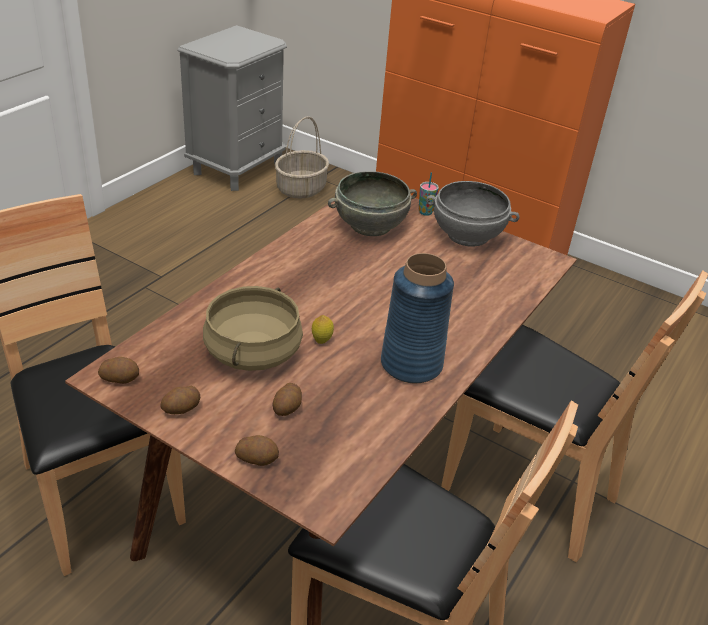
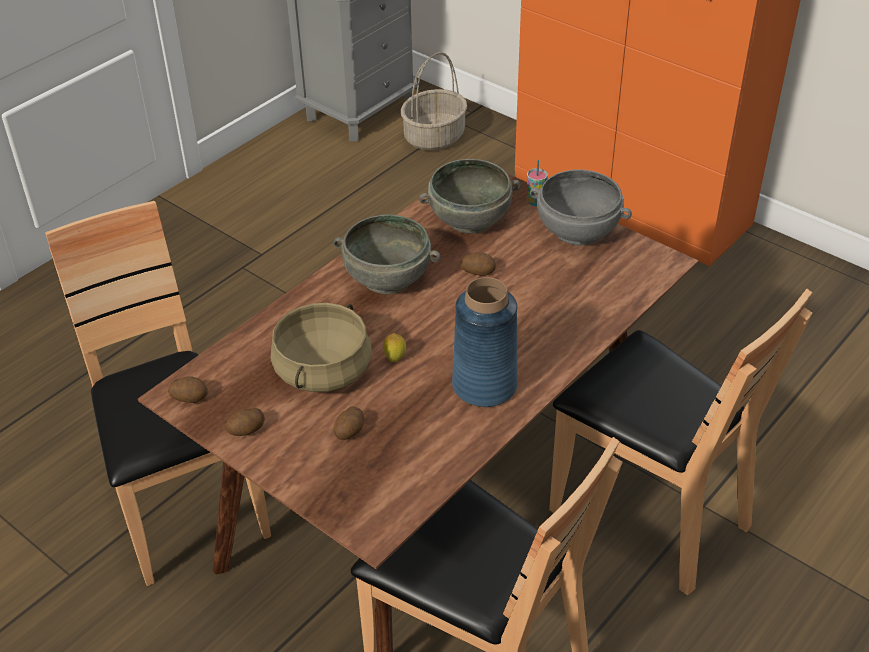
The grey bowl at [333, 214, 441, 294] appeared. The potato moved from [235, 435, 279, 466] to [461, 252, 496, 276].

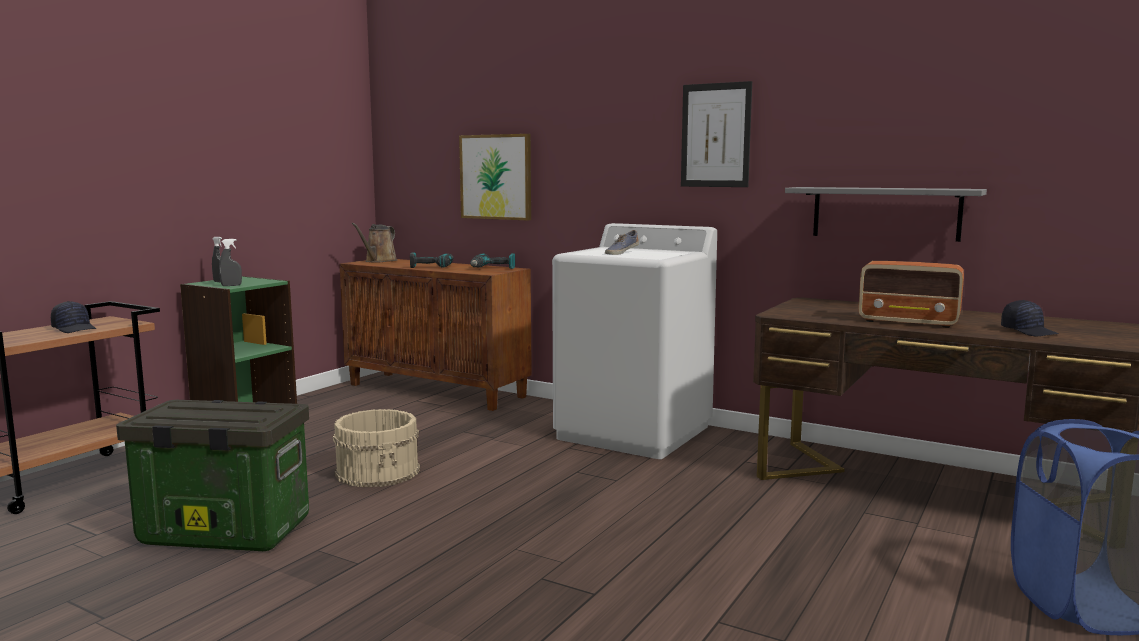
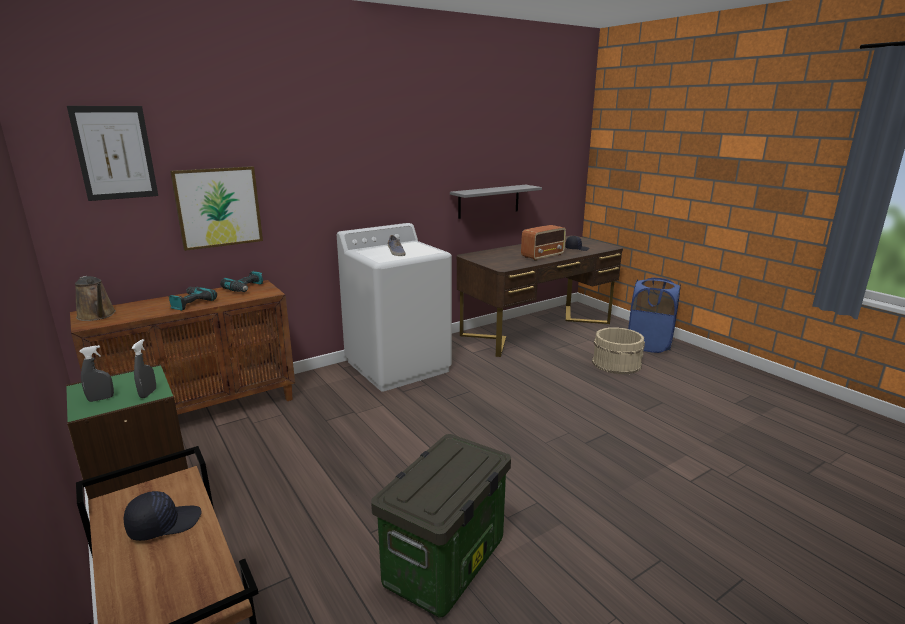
The beige bucket moved from [333, 409, 420, 487] to [592, 327, 645, 374]. The picture moved from [681, 81, 752, 187] to [67, 106, 158, 201].

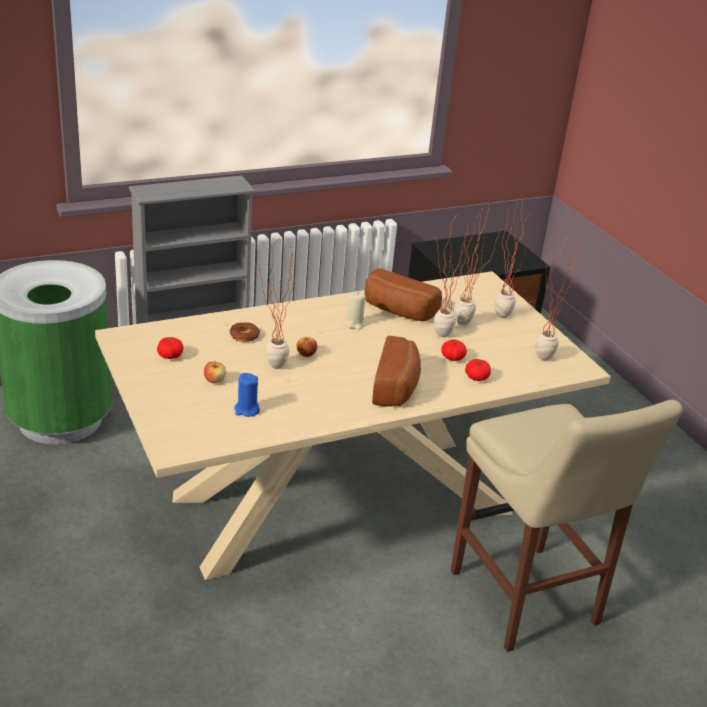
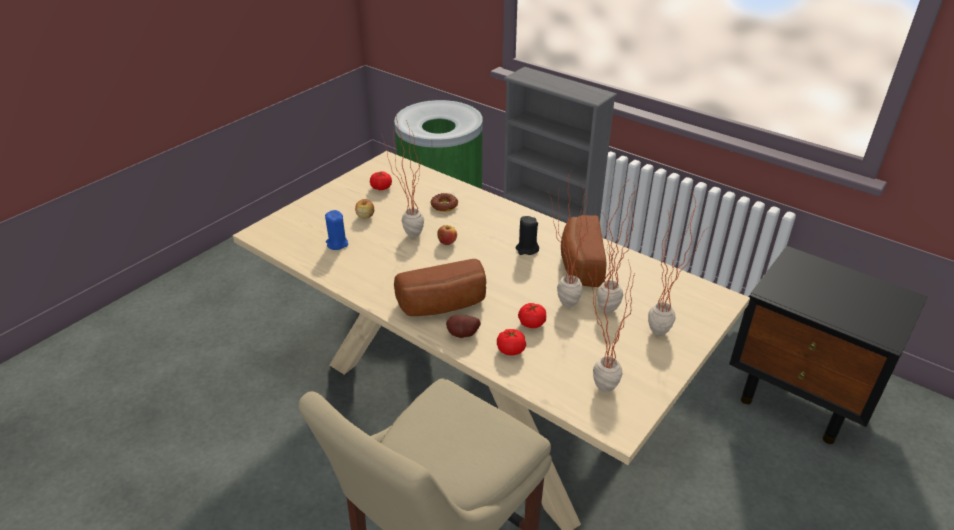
The potato at [446, 315, 481, 338] appeared. The beige candle at [345, 291, 366, 330] became the black candle at [516, 216, 539, 255].

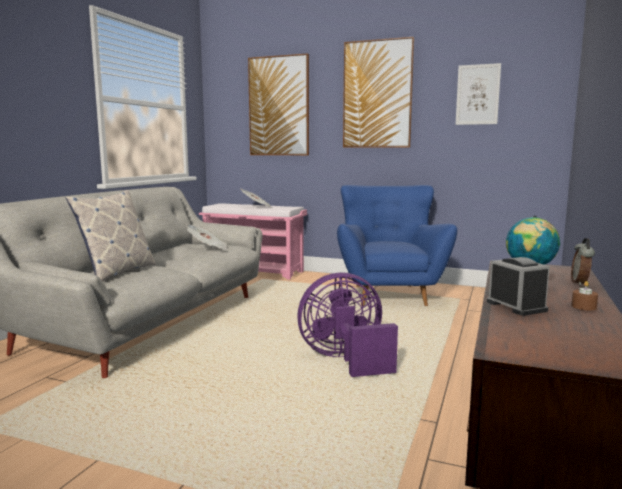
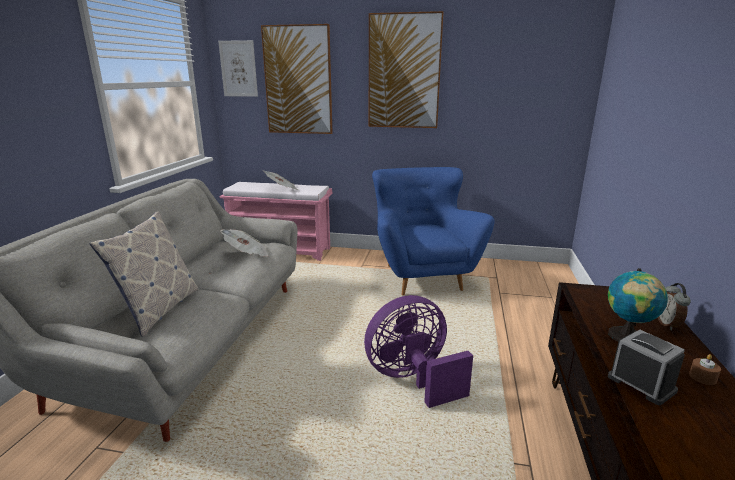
The picture moved from [456, 63, 501, 125] to [218, 40, 258, 97].

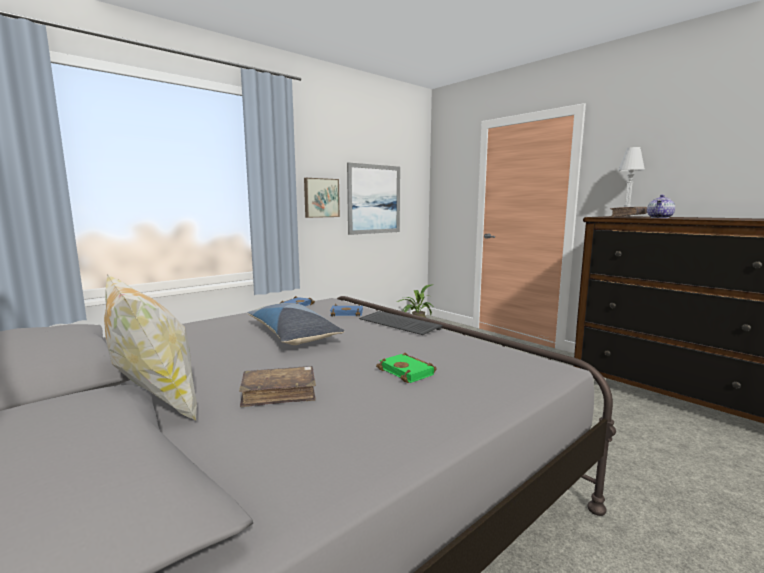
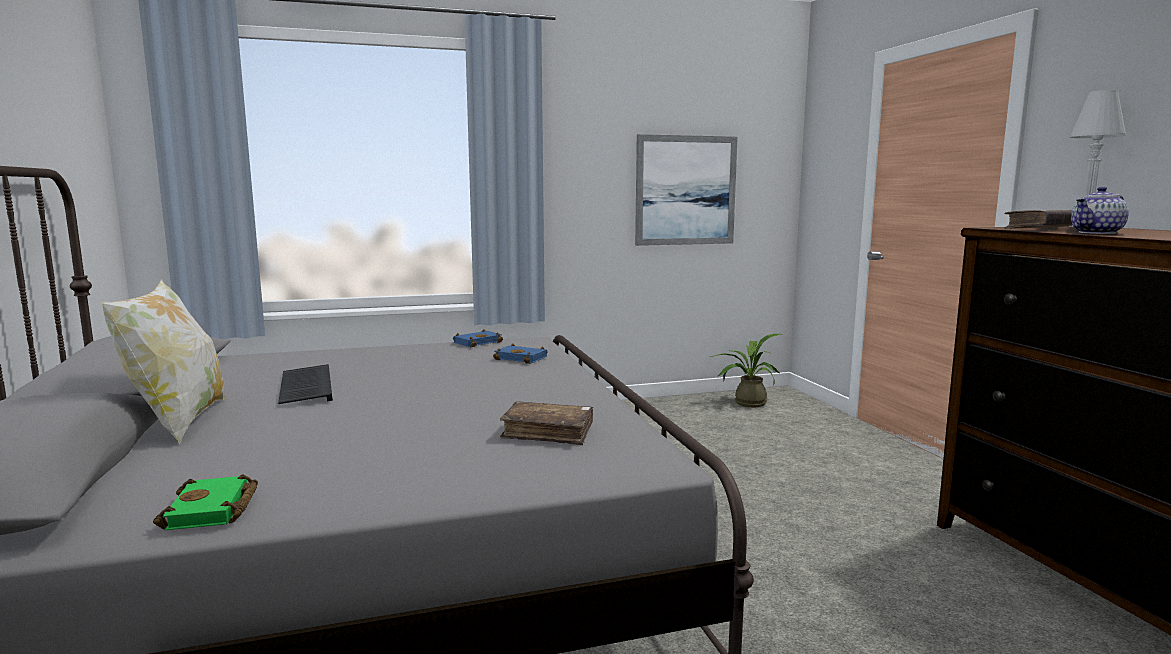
The pillow at [247, 303, 344, 345] disappeared. The picture at [304, 178, 340, 218] disappeared. The brown book moved from [239, 366, 316, 407] to [500, 401, 593, 445]. The keyboard moved from [359, 311, 443, 335] to [278, 364, 333, 404]. The green book moved from [376, 353, 437, 383] to [153, 474, 258, 530].

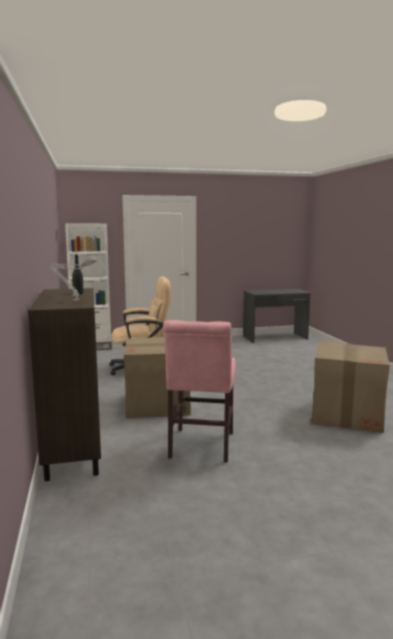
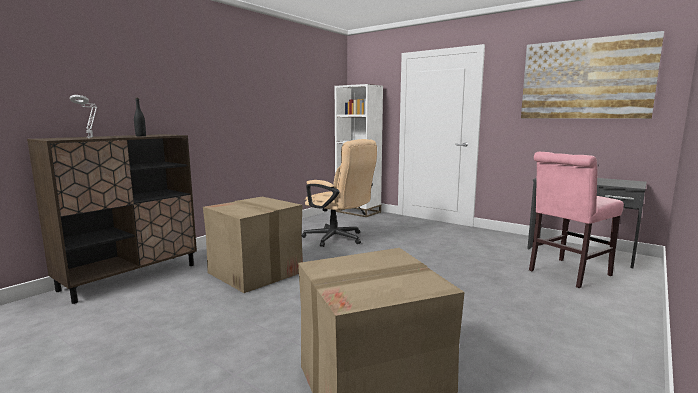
The picture at [521, 31, 664, 119] appeared. The pink chair moved from [163, 320, 236, 463] to [529, 152, 624, 288].

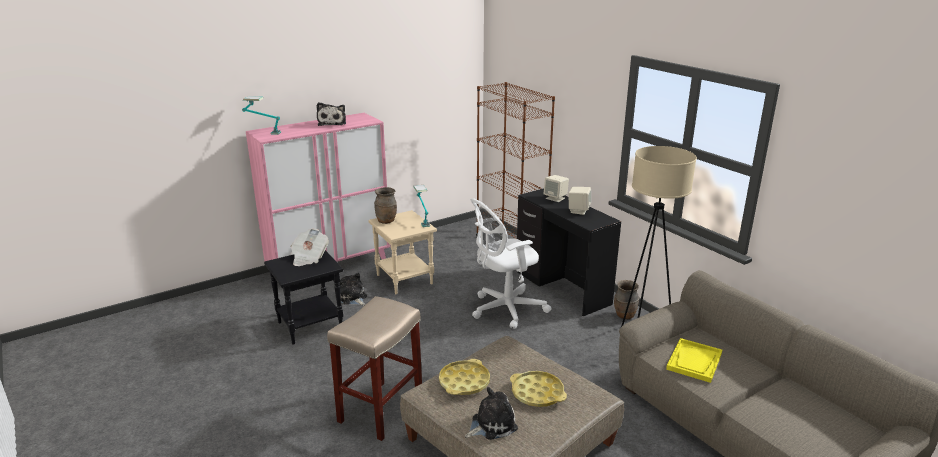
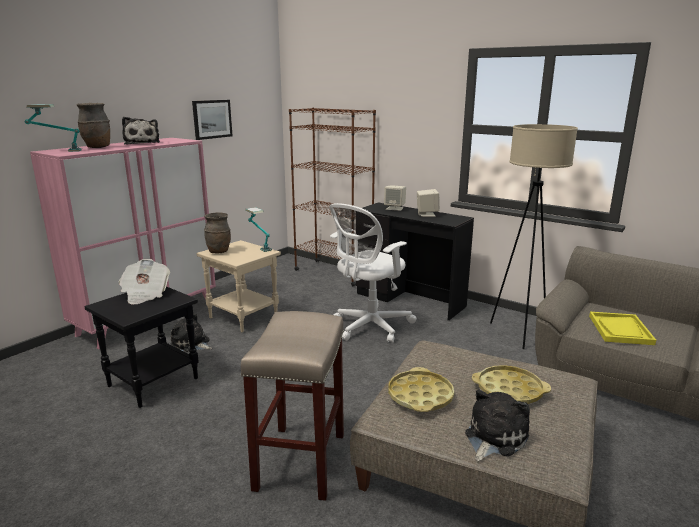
The picture at [192, 100, 232, 140] appeared. The brown vase moved from [614, 280, 640, 319] to [76, 103, 110, 148].

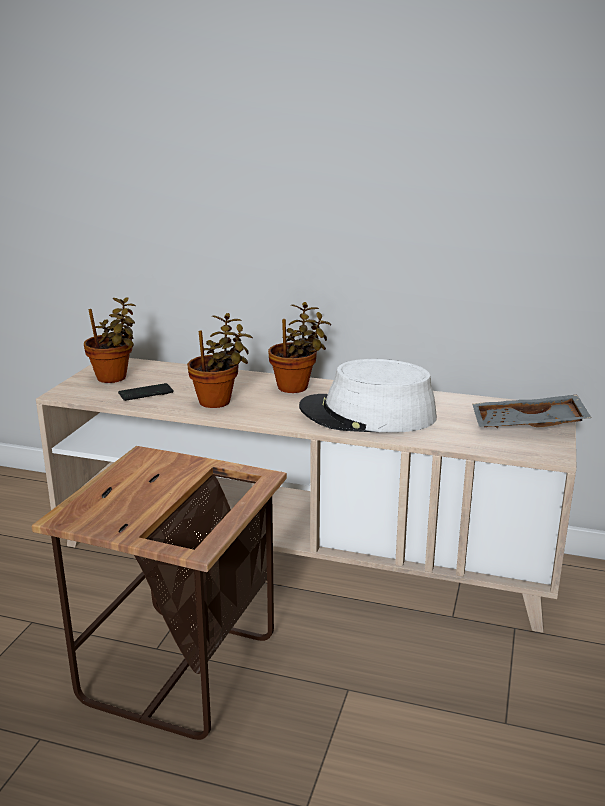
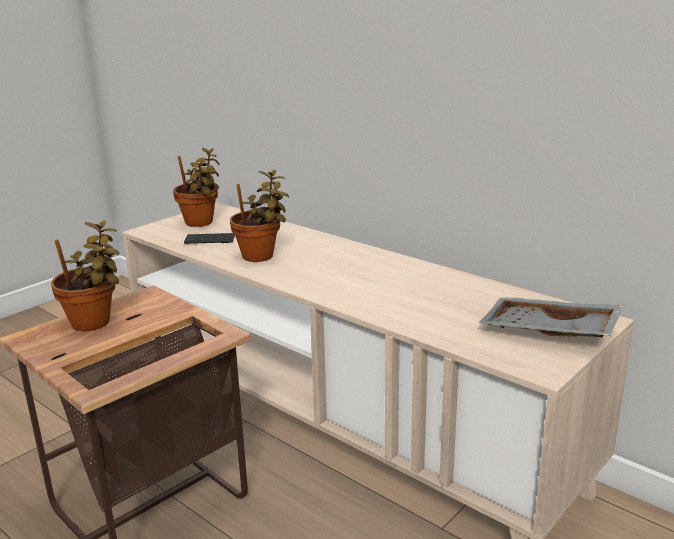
The white hat at [299, 359, 437, 433] disappeared. The potted plant moved from [268, 302, 332, 393] to [51, 221, 119, 331].

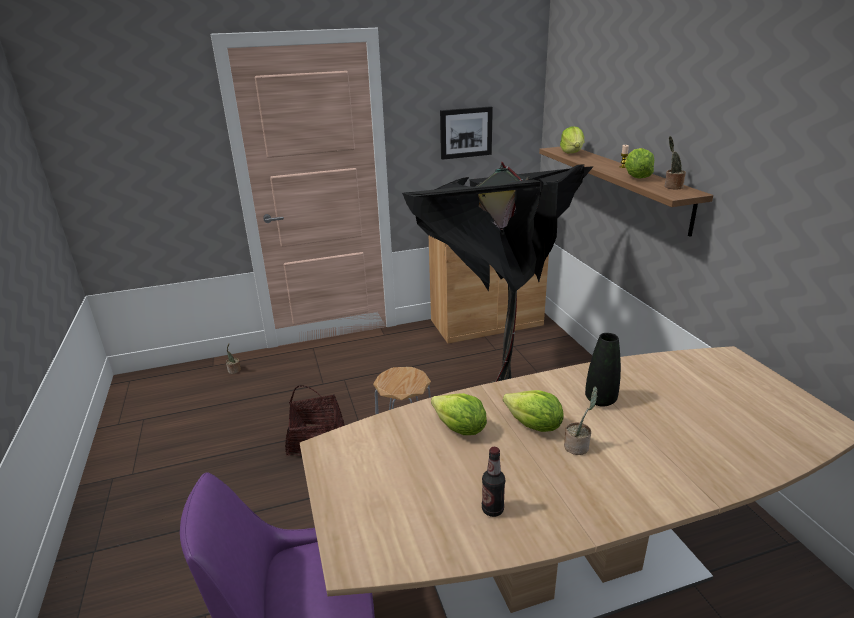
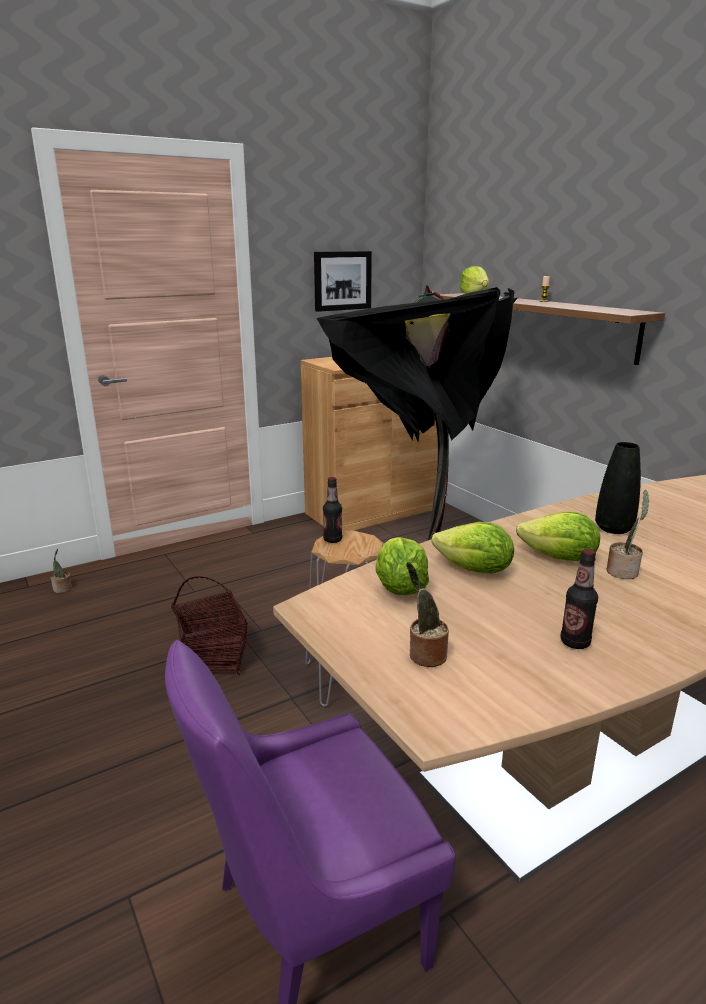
The bottle at [323, 477, 342, 543] appeared. The lettuce moved from [625, 148, 654, 179] to [376, 537, 429, 595]. The potted plant moved from [664, 136, 686, 190] to [406, 562, 449, 667].

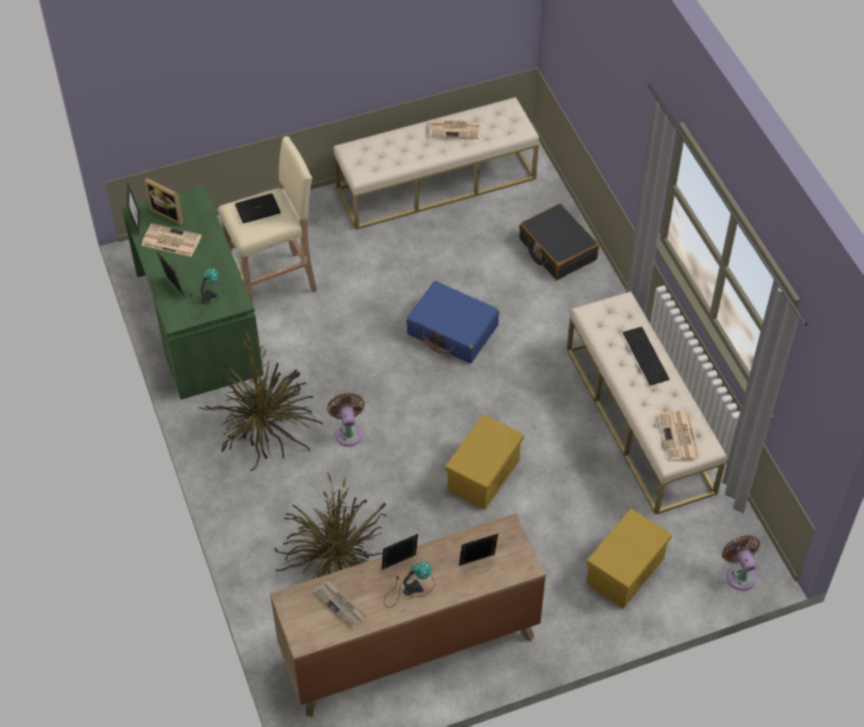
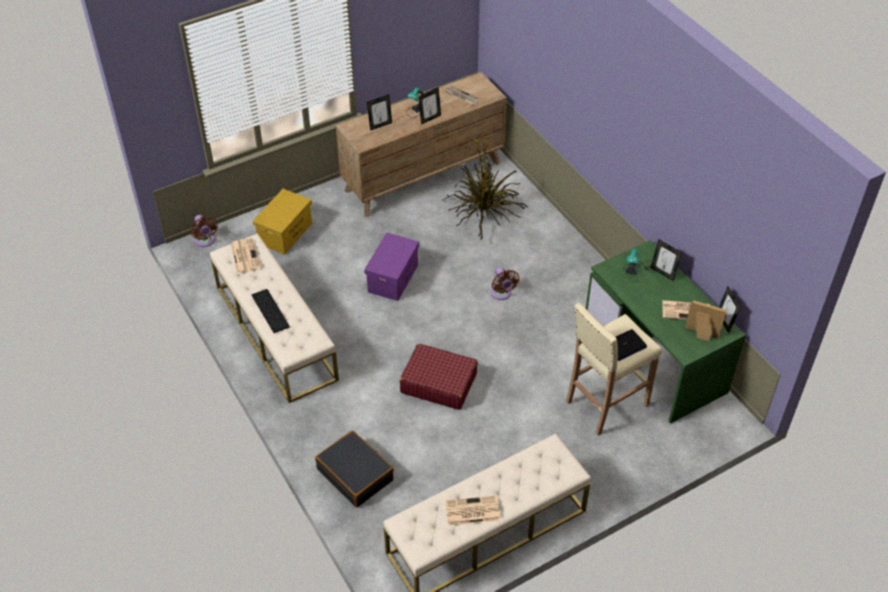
The potted plant at [199, 332, 323, 471] disappeared. The blue suitcase at [406, 281, 499, 363] became the red suitcase at [400, 344, 478, 410]. The yellow storage box at [445, 414, 524, 510] became the purple storage box at [364, 233, 419, 301].

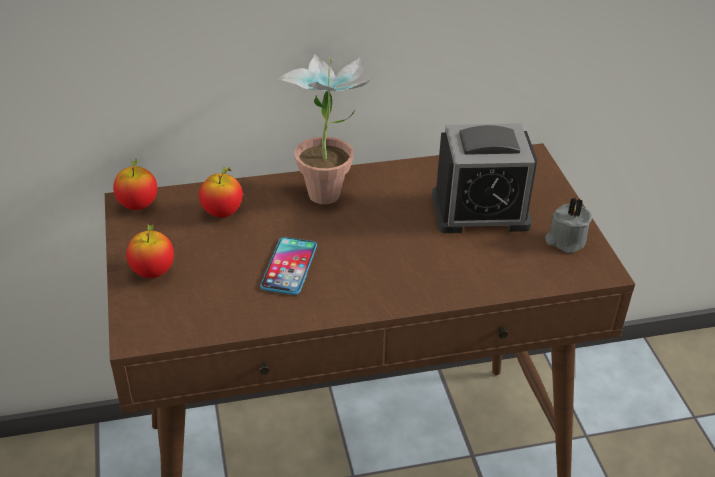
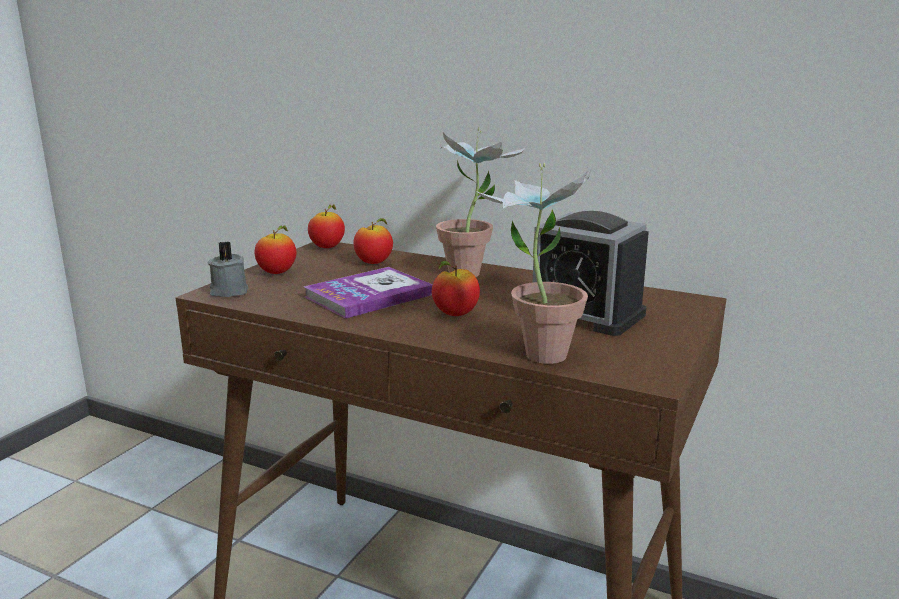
The apple at [432, 261, 480, 316] appeared. The potted plant at [475, 163, 591, 364] appeared. The grey candle moved from [545, 197, 592, 253] to [208, 241, 249, 297]. The phone at [260, 237, 317, 295] was replaced by the book at [304, 267, 433, 319].

